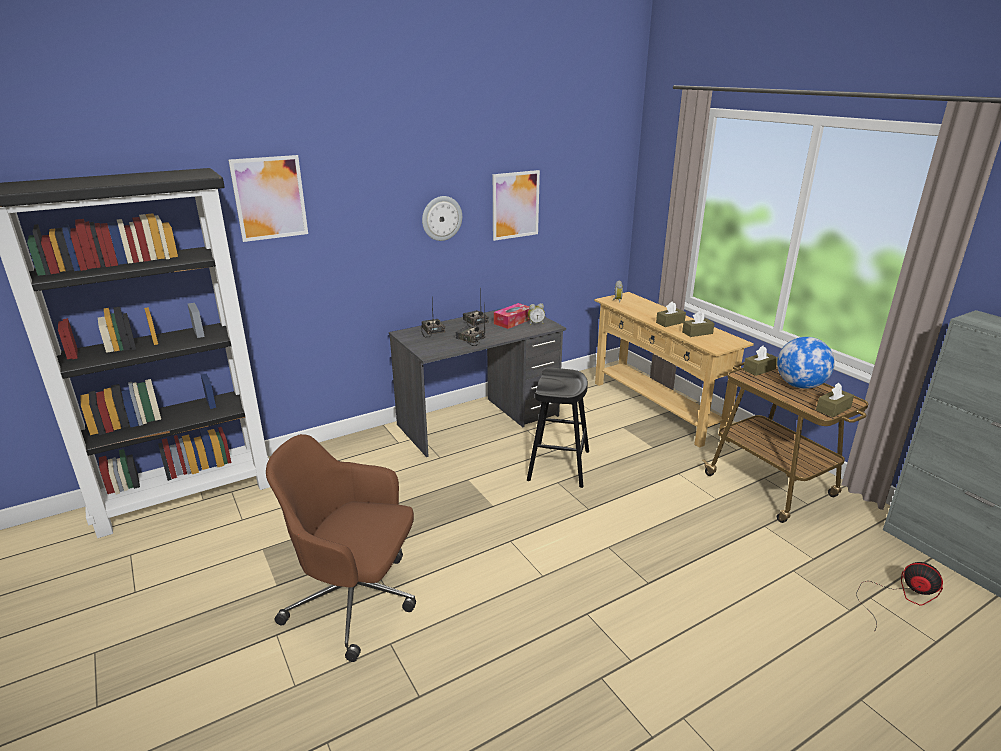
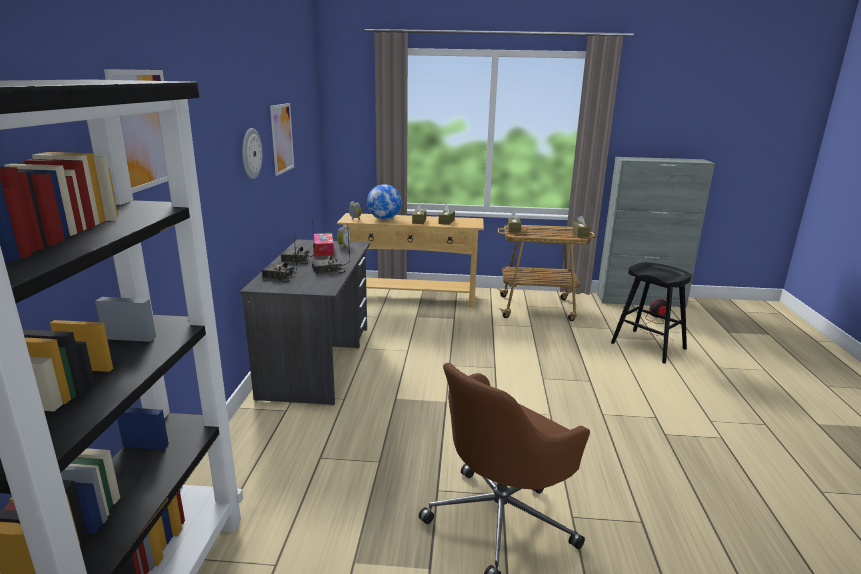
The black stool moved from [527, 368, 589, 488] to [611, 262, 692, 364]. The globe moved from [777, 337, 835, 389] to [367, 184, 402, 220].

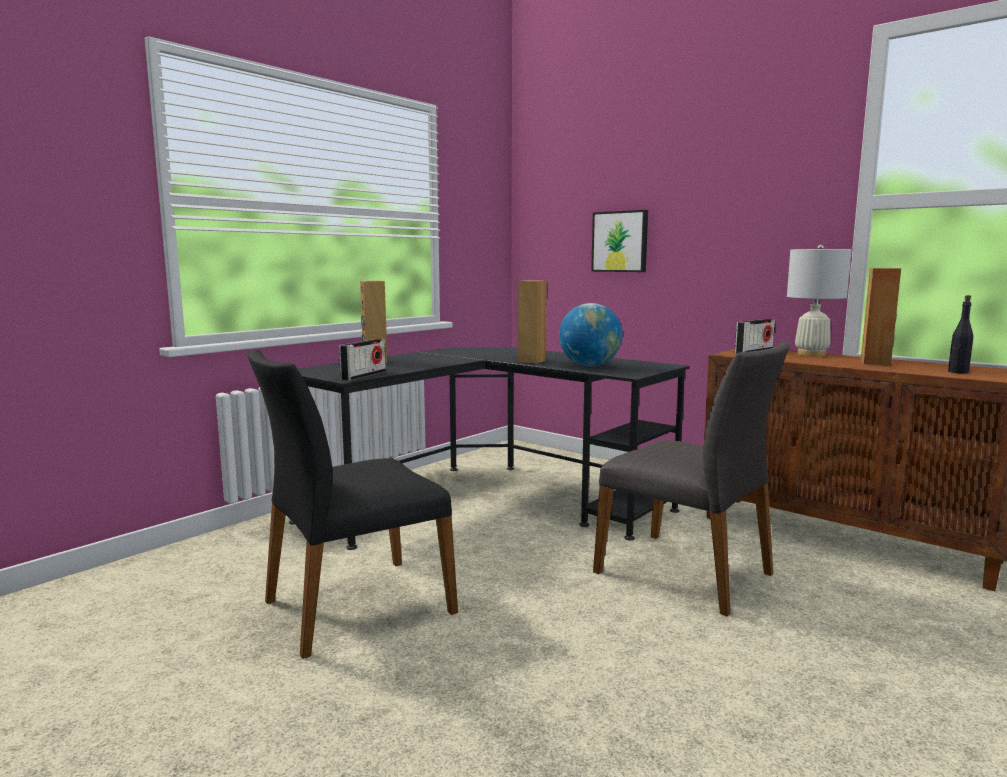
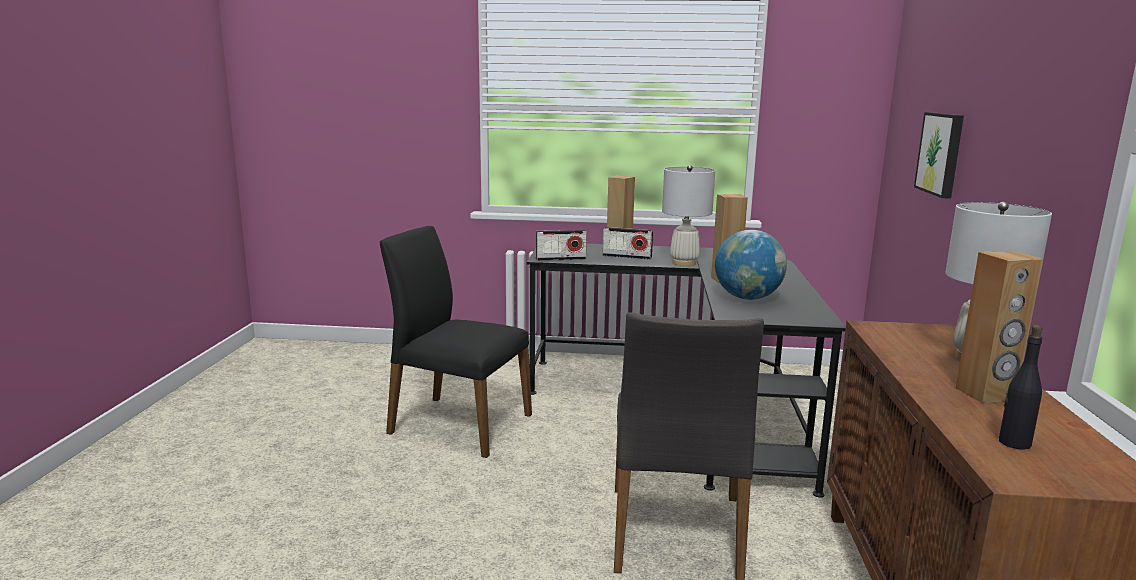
The white table lamp at [662, 165, 715, 266] appeared. The radio moved from [735, 319, 775, 354] to [602, 227, 653, 260].

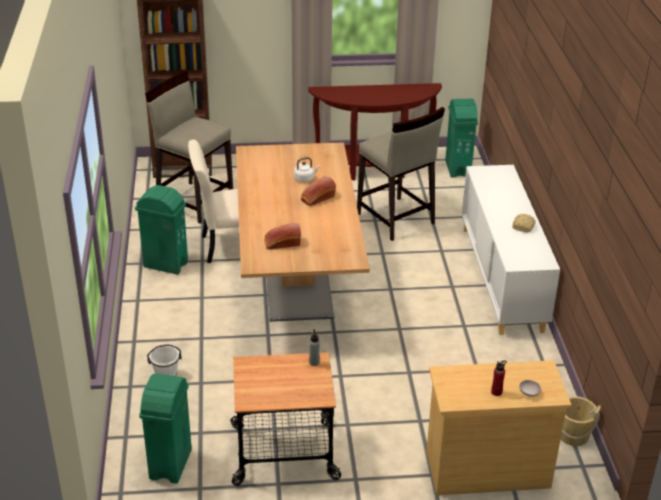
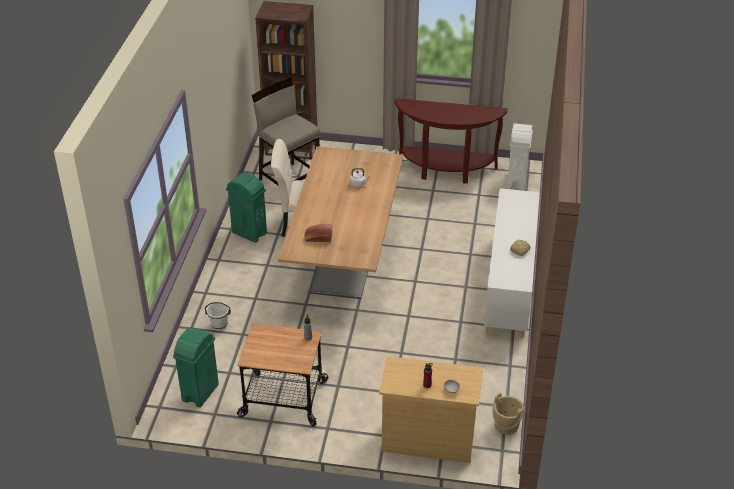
The bread at [301, 177, 336, 206] disappeared. The beige stool at [357, 107, 445, 241] disappeared. The green trash can at [445, 99, 478, 177] became the white trash can at [507, 123, 533, 190].

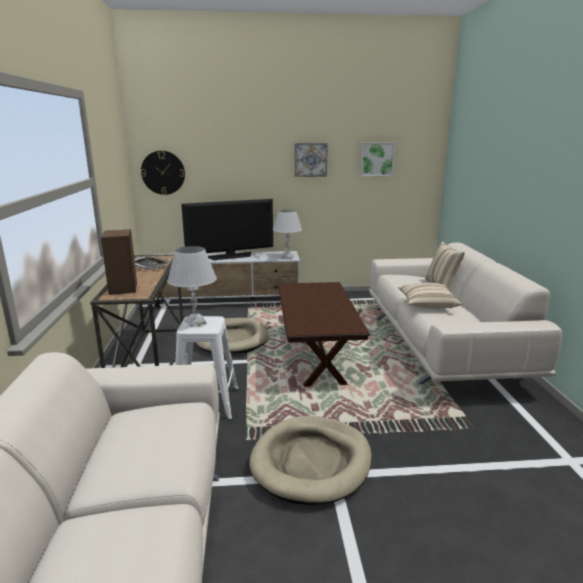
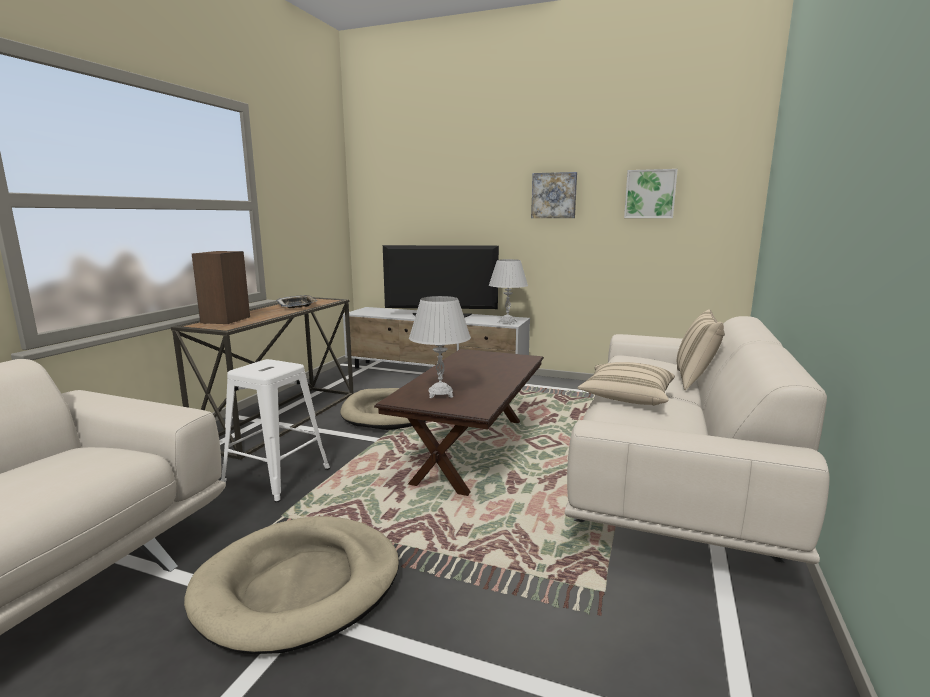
The wall clock at [141, 151, 185, 195] disappeared. The white table lamp moved from [167, 246, 217, 327] to [409, 296, 471, 398].

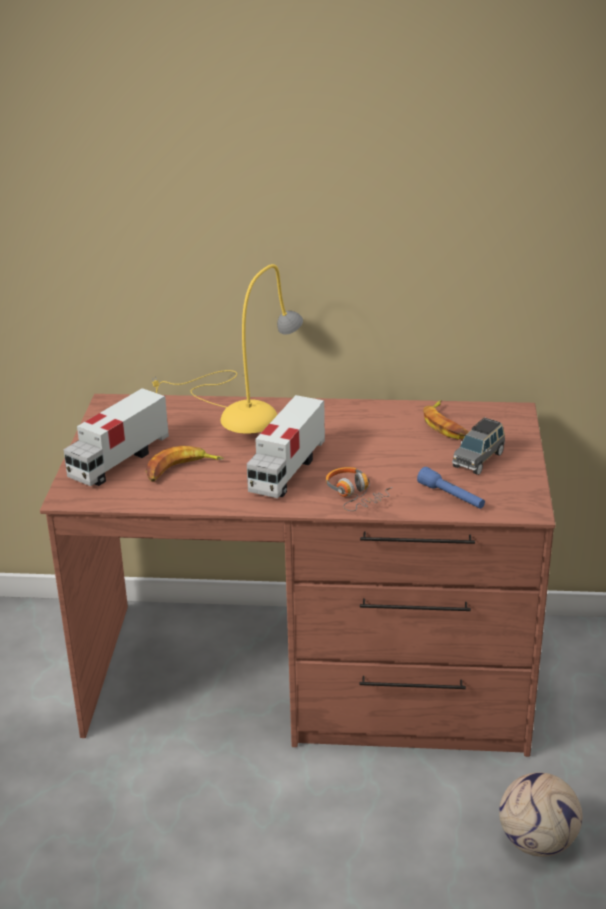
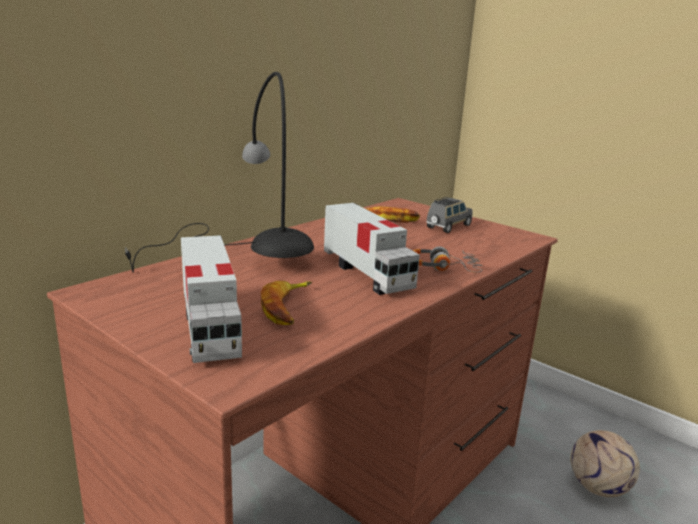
The blue flashlight at [417, 467, 485, 509] disappeared. The yellow table lamp at [152, 264, 303, 434] became the black table lamp at [125, 72, 314, 273]. The grey toy car at [452, 417, 505, 475] turned 120 degrees counterclockwise.

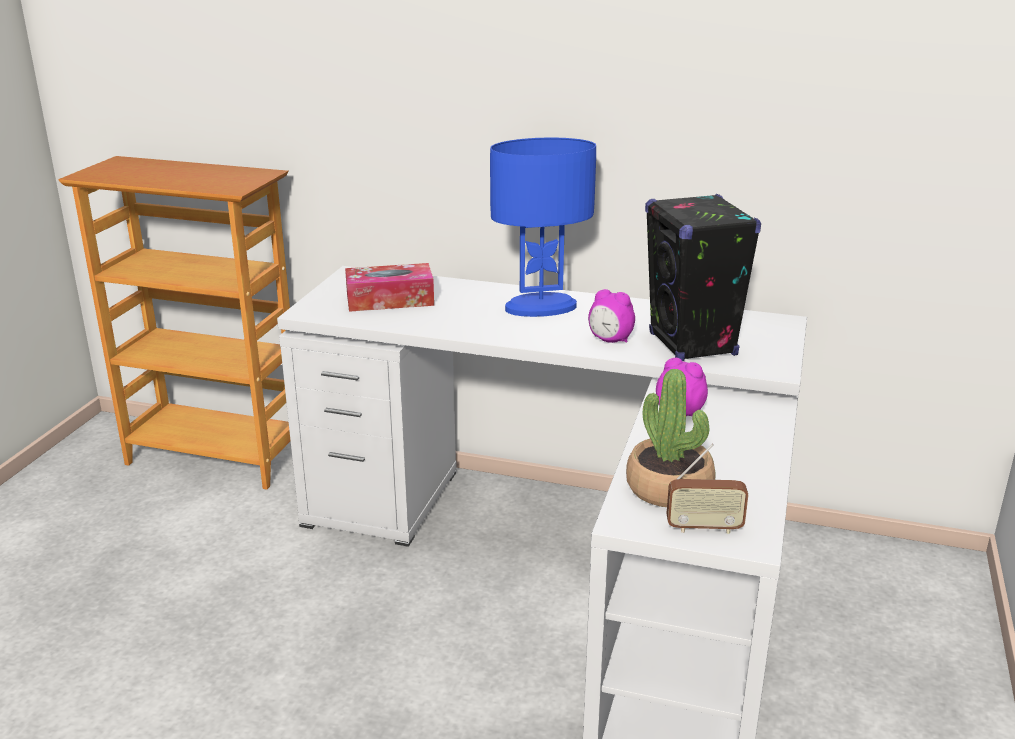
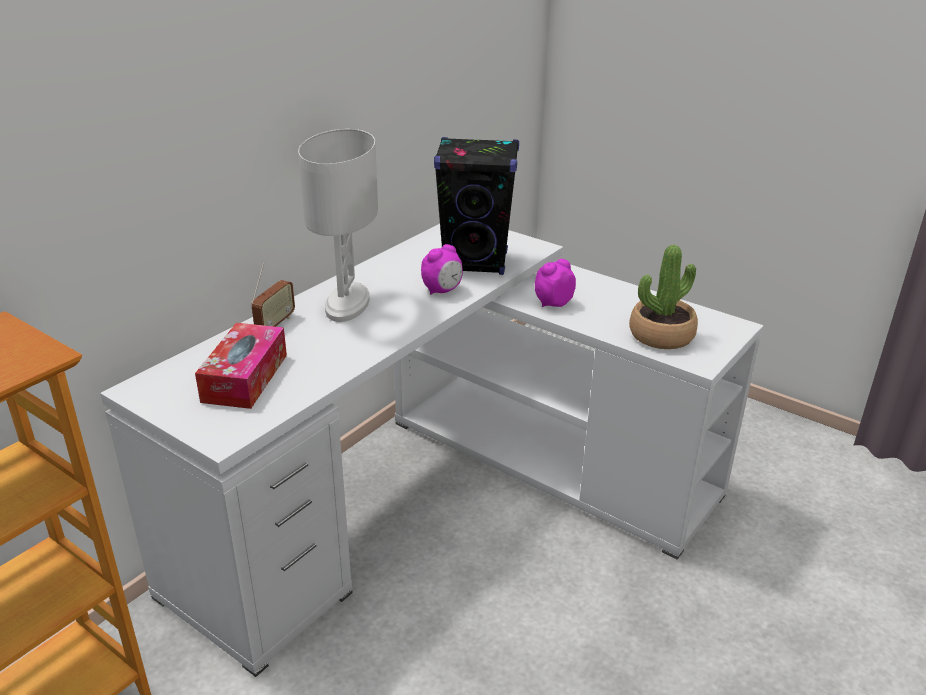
The radio moved from [667, 443, 748, 534] to [251, 262, 295, 327]. The blue table lamp at [490, 137, 596, 317] became the white table lamp at [298, 129, 378, 322].

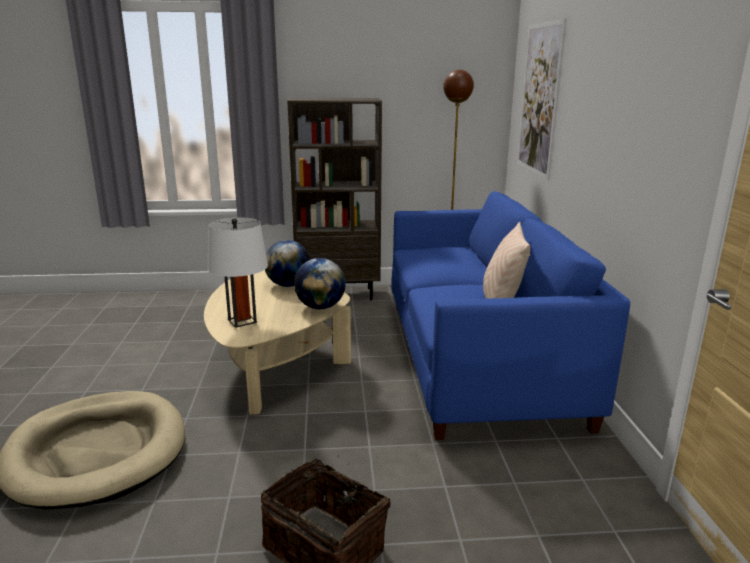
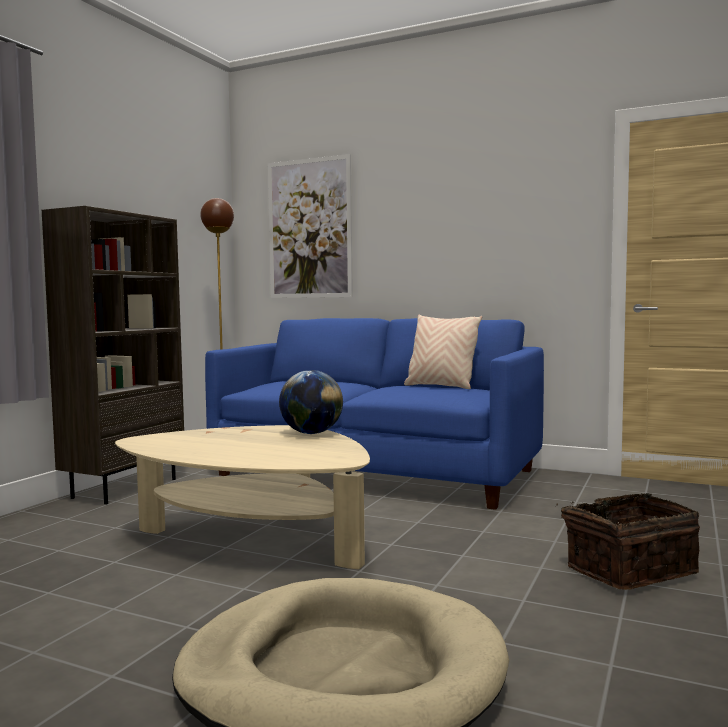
The white table lamp at [207, 217, 268, 328] disappeared. The globe at [265, 240, 311, 287] disappeared.

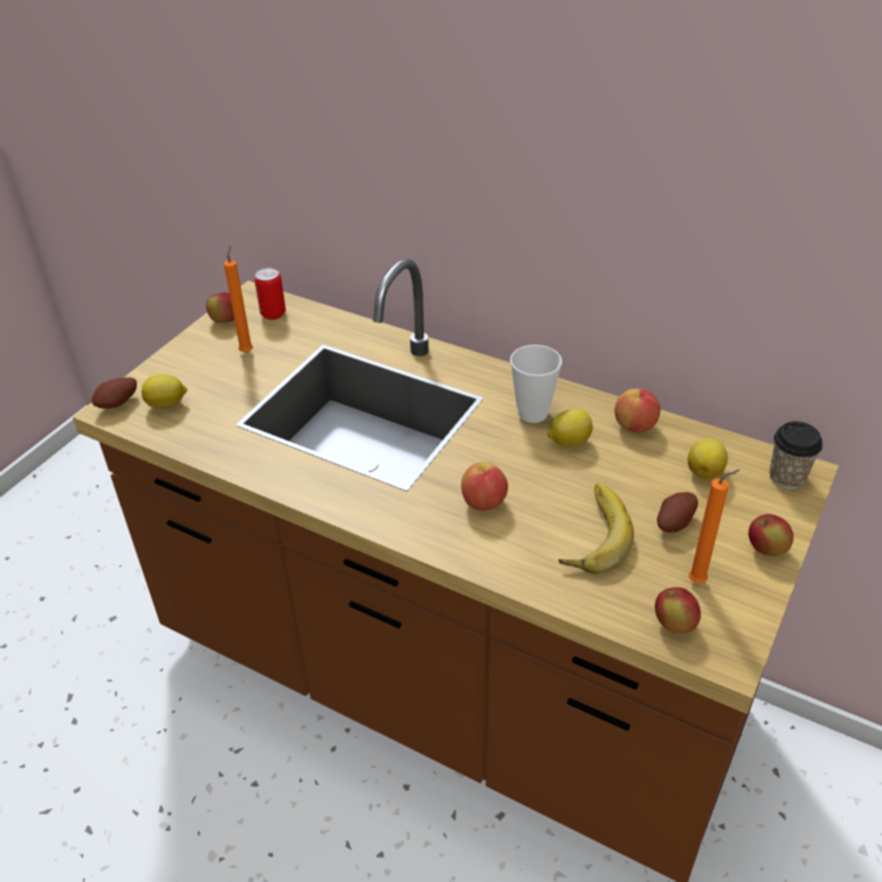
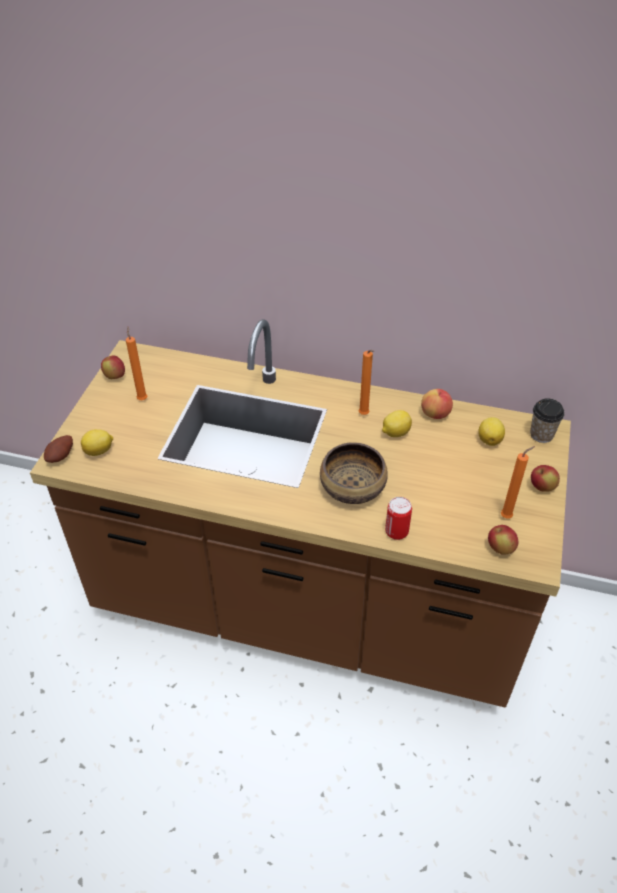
The banana at [558, 483, 634, 574] disappeared. The potato at [657, 492, 698, 533] disappeared. The can moved from [254, 267, 286, 320] to [385, 497, 412, 540]. The apple at [461, 462, 508, 511] was replaced by the bowl at [320, 442, 388, 504]. The cup at [510, 345, 562, 423] was replaced by the orange candle at [359, 350, 375, 415].

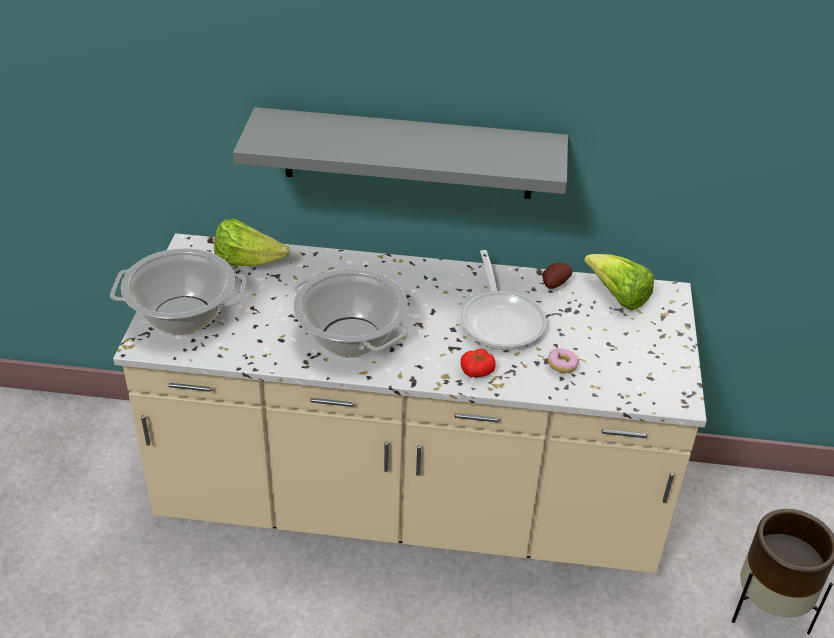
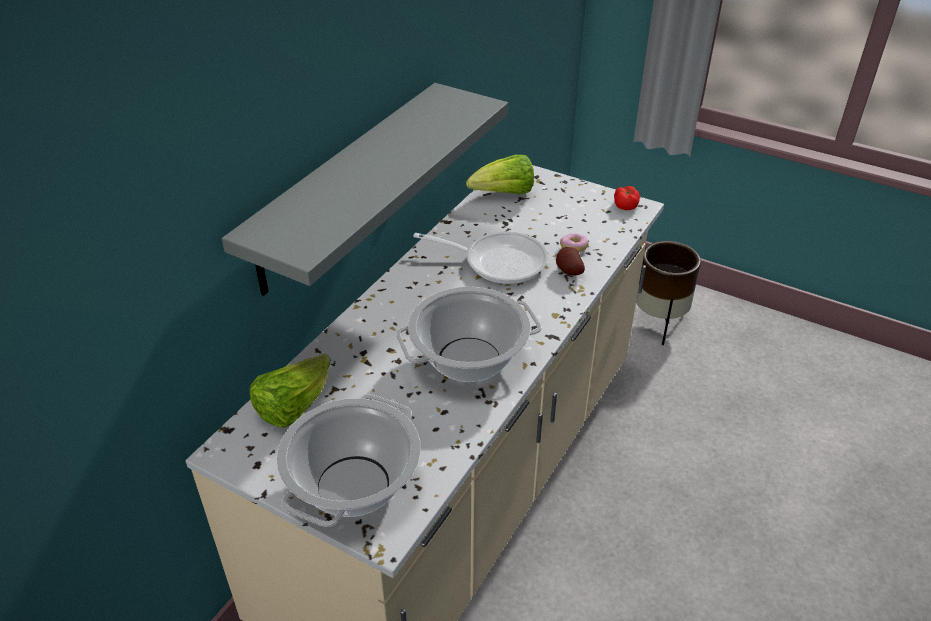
The tomato moved from [460, 349, 496, 377] to [614, 186, 640, 210]. The potato moved from [542, 263, 573, 289] to [556, 247, 585, 276].

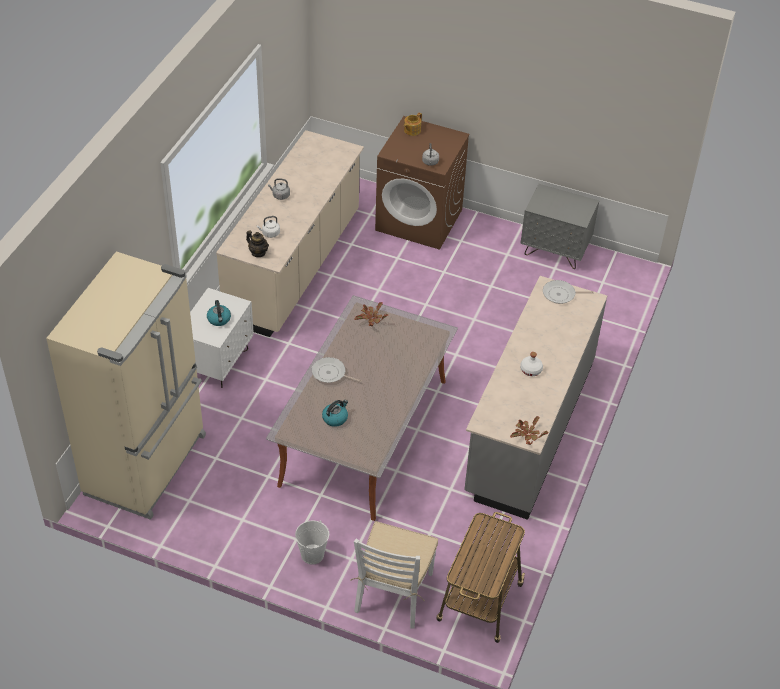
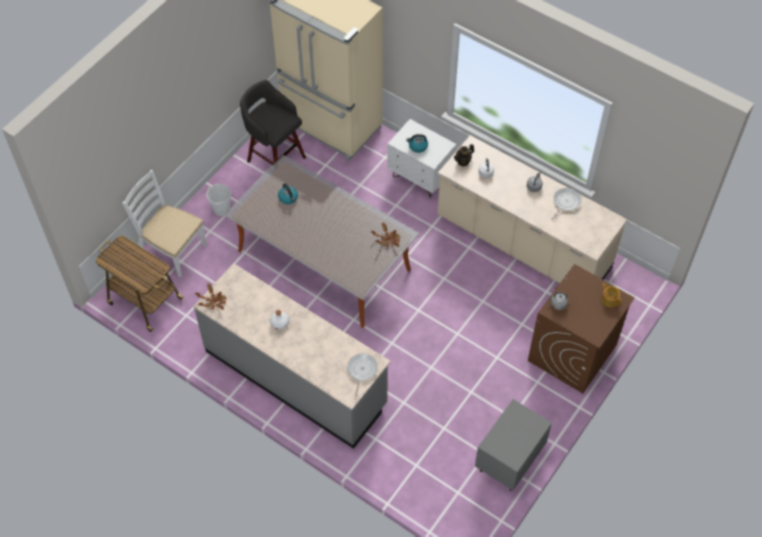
The grey stool at [240, 80, 306, 165] appeared. The frying pan moved from [311, 357, 362, 383] to [552, 188, 581, 220].

